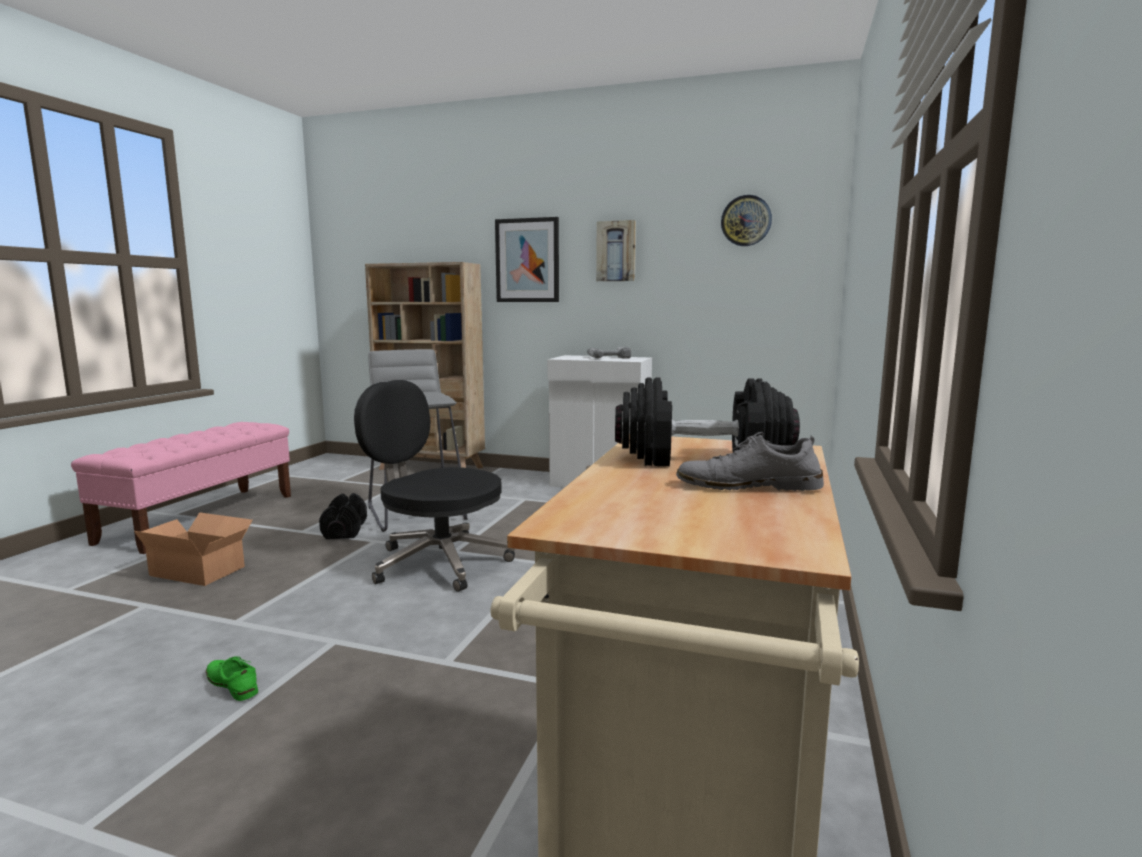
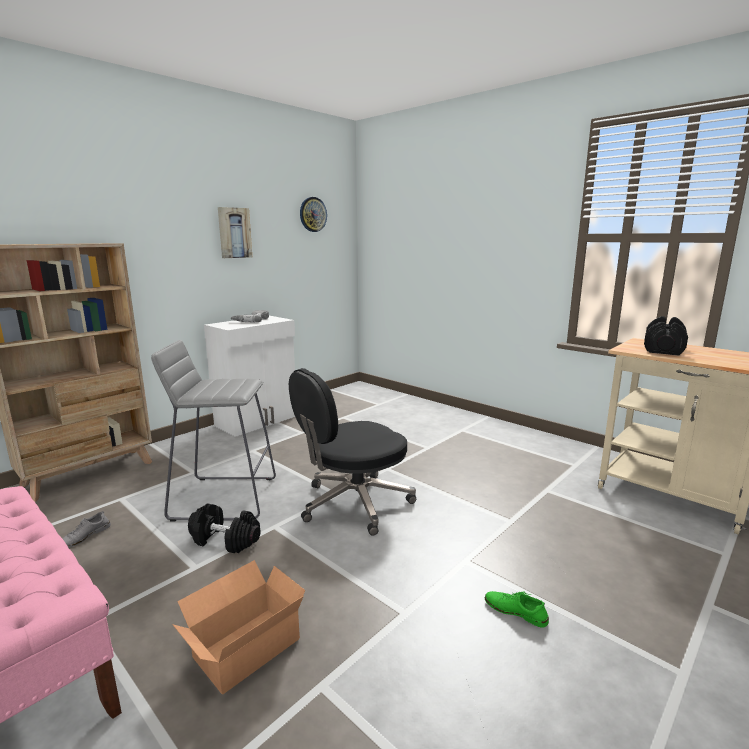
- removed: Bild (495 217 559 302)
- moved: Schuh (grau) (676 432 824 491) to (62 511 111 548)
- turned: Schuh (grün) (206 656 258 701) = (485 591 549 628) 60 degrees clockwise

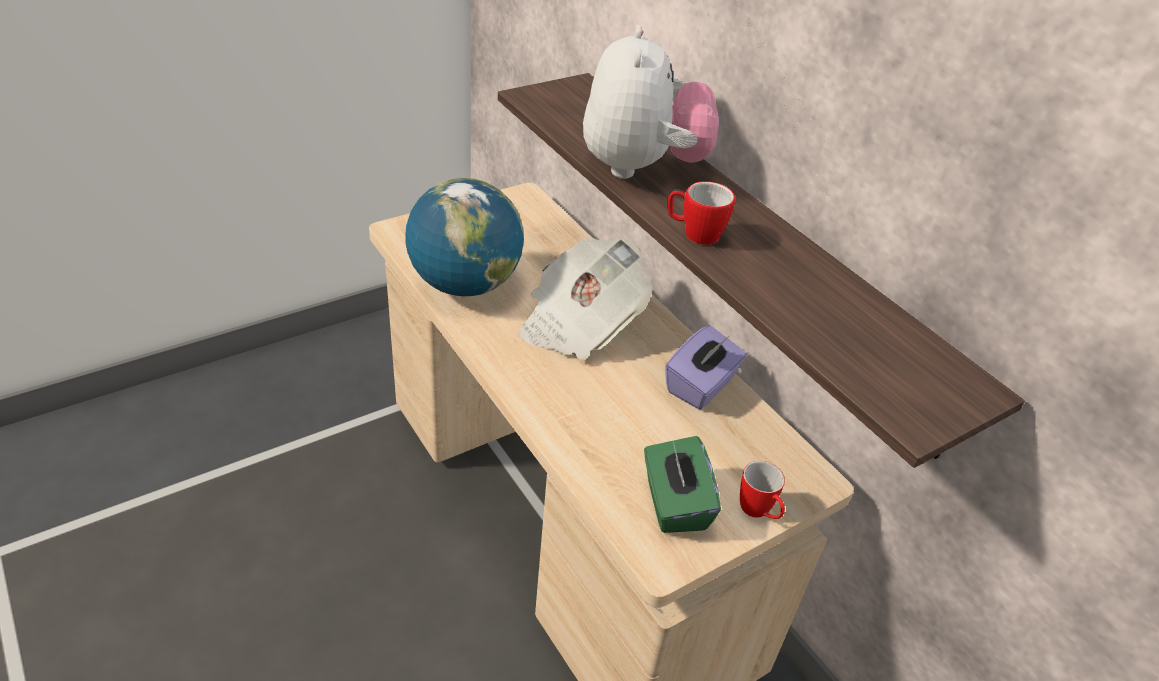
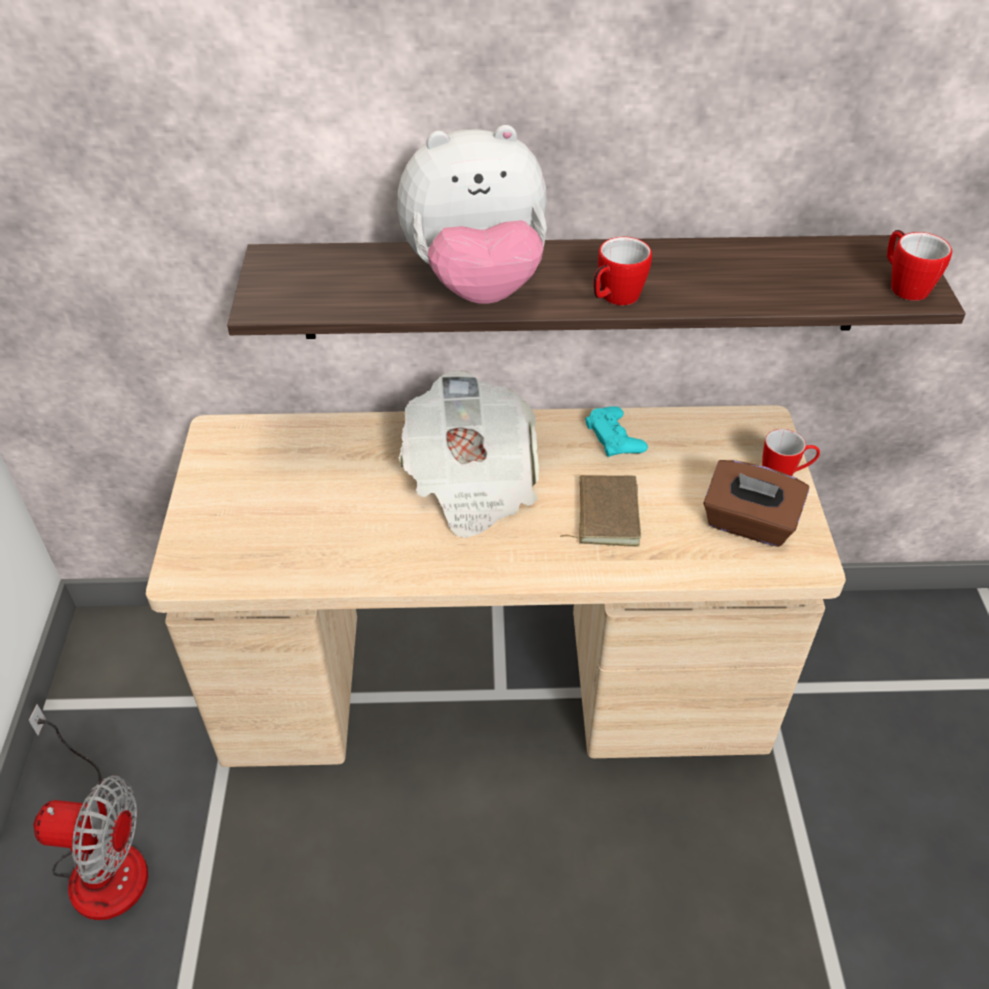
- removed: Globus (405 178 524 296)
- added: Ventilator (29 704 148 920)
- added: Buch (braun) (560 475 641 547)
- added: Henkelbecher (887 230 952 301)
- replaced: Taschentuchbox (lila) (665 325 747 410) to Gamepad (türkis) (585 406 648 457)
- recoloured: Taschentuchbox (grün) (644 436 721 533) to Taschentuchbox (braun) (704 460 809 547)
- turned: Plüschtier (583 25 719 179) = (397 125 547 304) 135 degrees clockwise

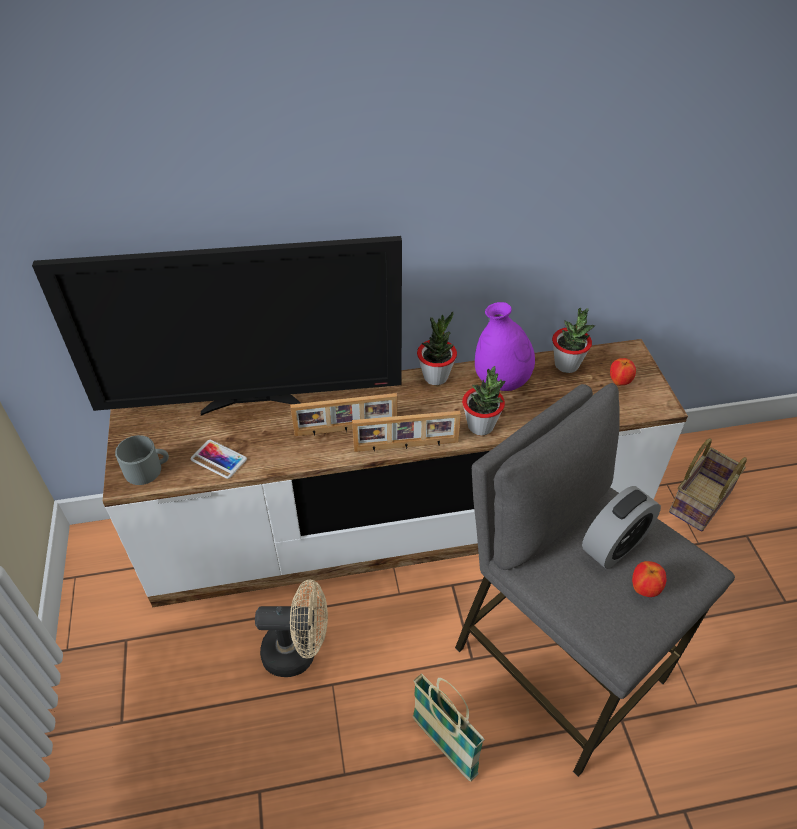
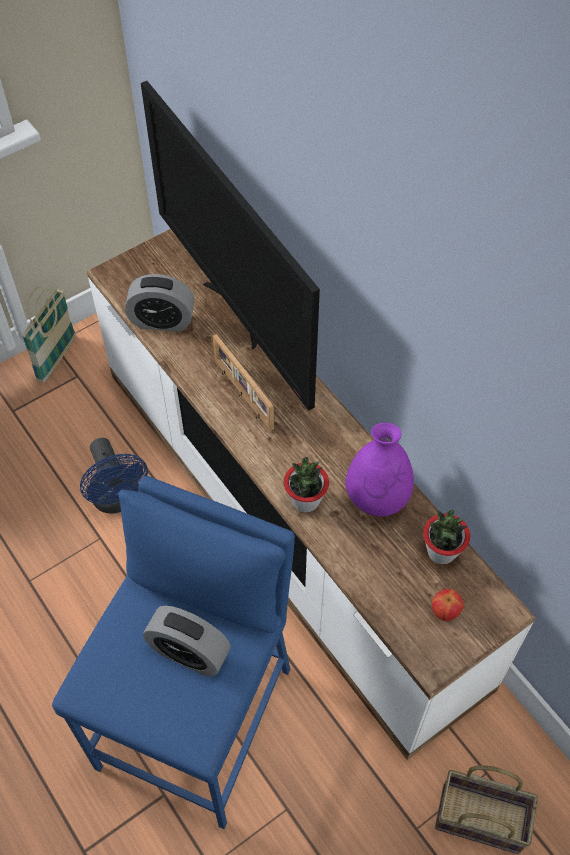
- removed: Henkelbecher (grau) (115 435 169 485)
- removed: Bilderrahmen (352 411 461 452)
- removed: Topfpflanze (417 311 457 385)
- removed: Apfel (632 561 667 597)
- moved: Korb (412 674 485 782) to (22 285 76 383)
- replaced: Handy (190 440 247 479) to Wecker (125 274 194 331)
- recoloured: Ventilator (beige) (255 579 328 677) to Ventilator (blau) (80 438 148 514)
- recoloured: Hocker (grau) (455 383 735 777) to Hocker (blau) (52 476 295 829)

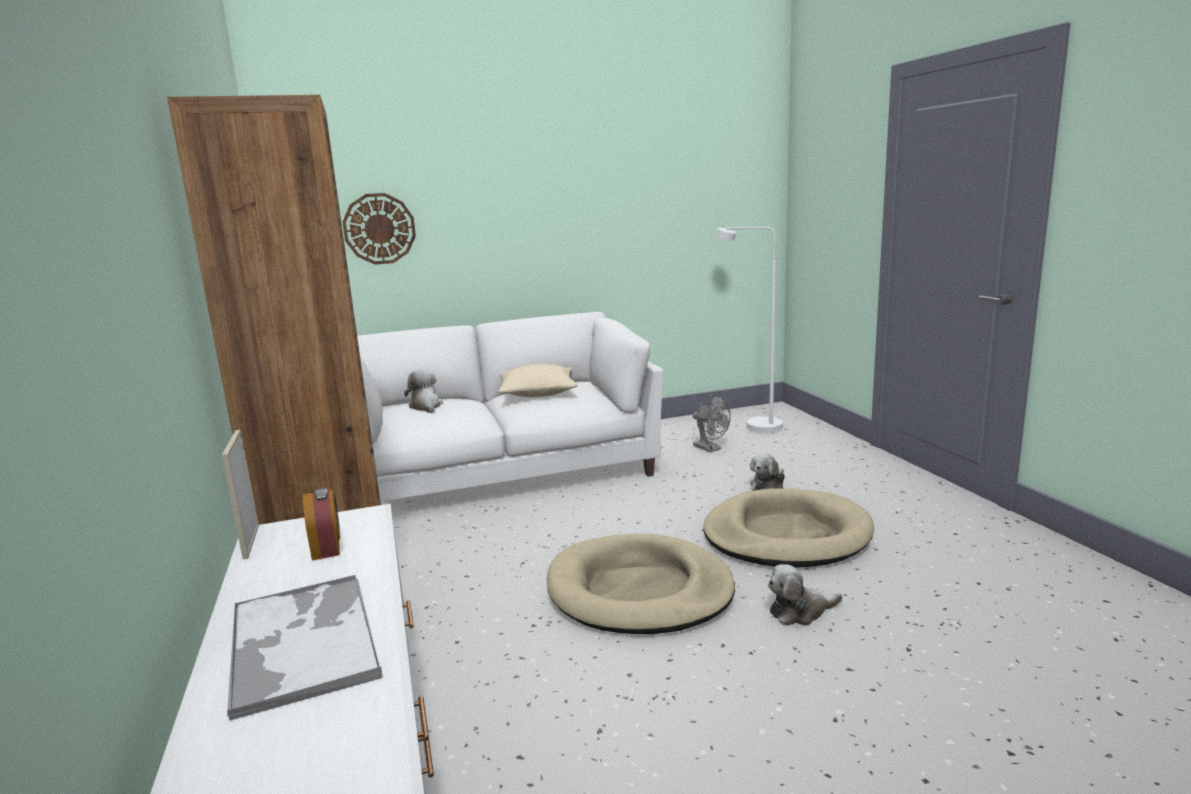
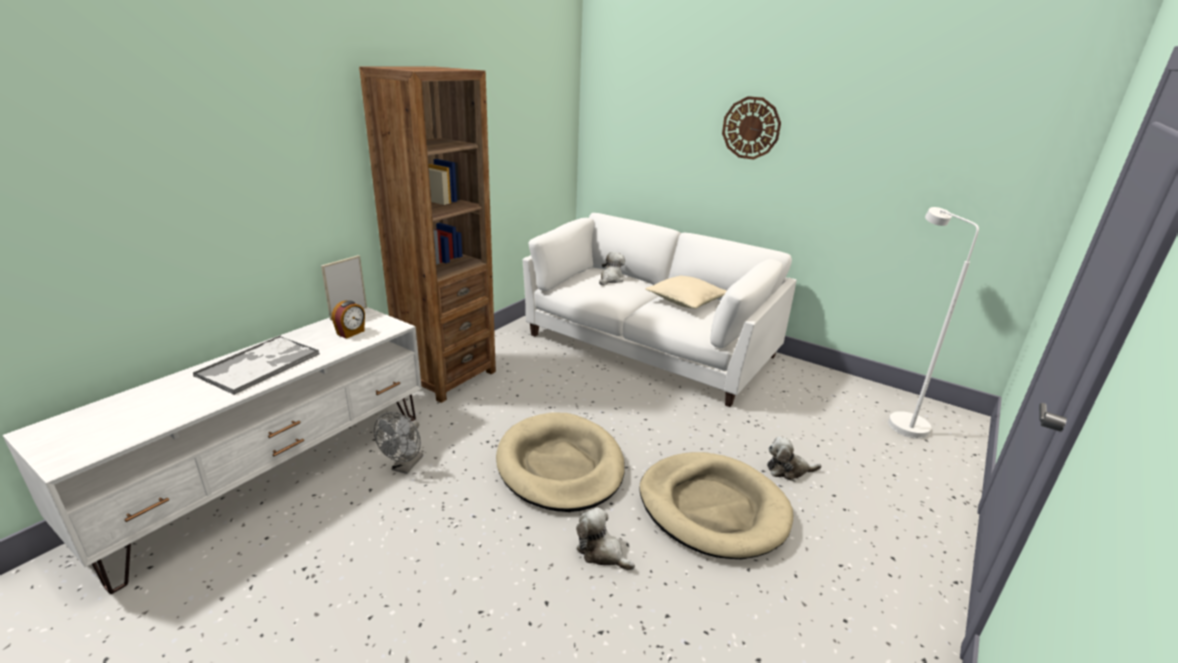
- moved: Wanduhr (343 193 416 265) to (722 96 781 160)
- moved: Ventilator (grau) (693 394 731 452) to (374 412 423 474)

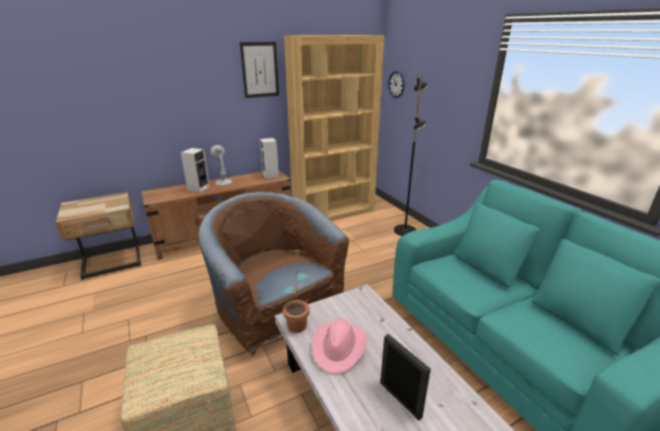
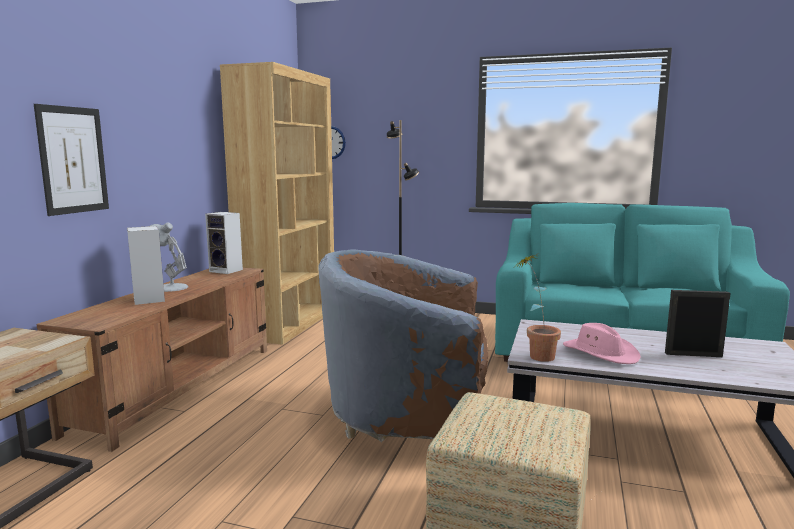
- moved: Bild (240 42 279 98) to (34 104 109 216)

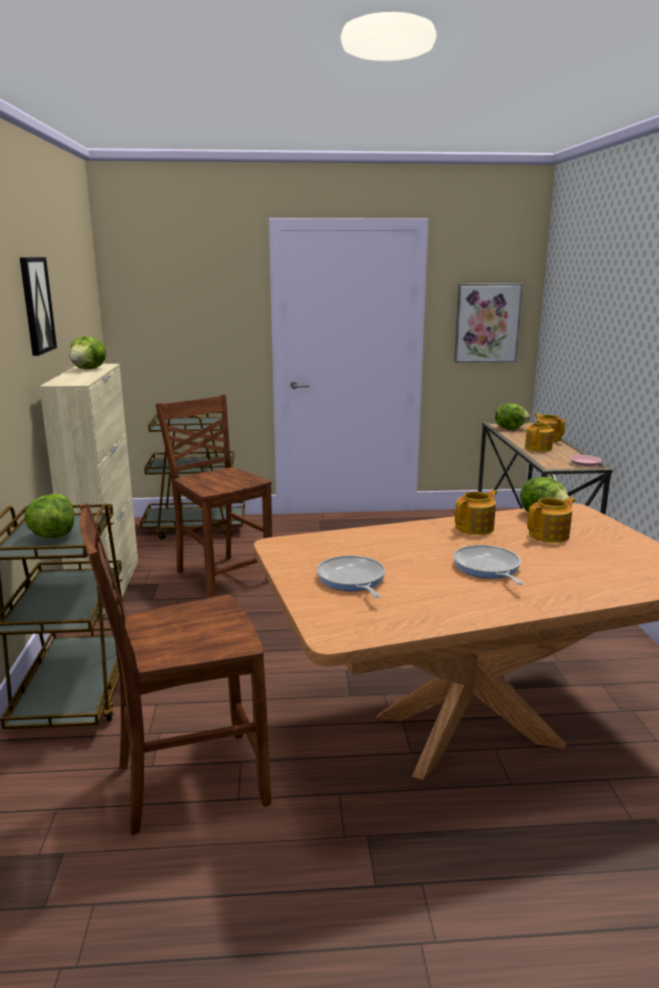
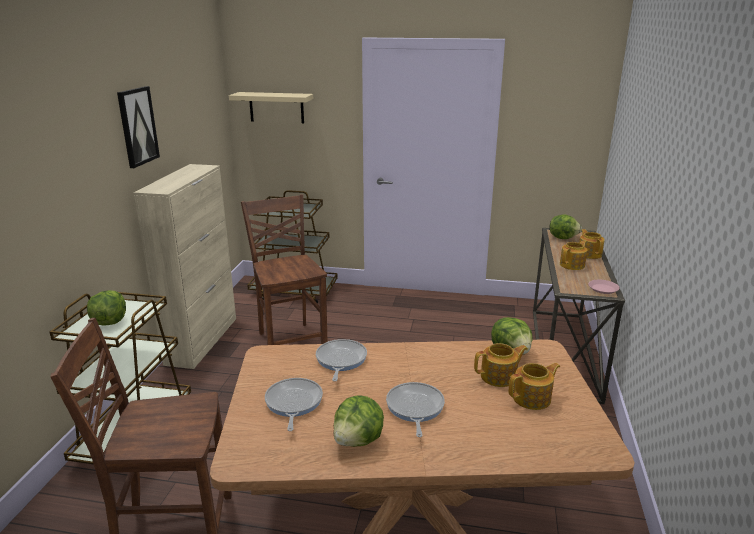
- removed: Bild (454 284 523 363)
- added: Wandregal (beige) (229 92 313 123)
- added: Pfanne (316 339 367 381)
- moved: Salatkopf (69 336 107 369) to (334 396 384 447)
- moved: Teekanne (455 490 497 535) to (509 363 560 410)

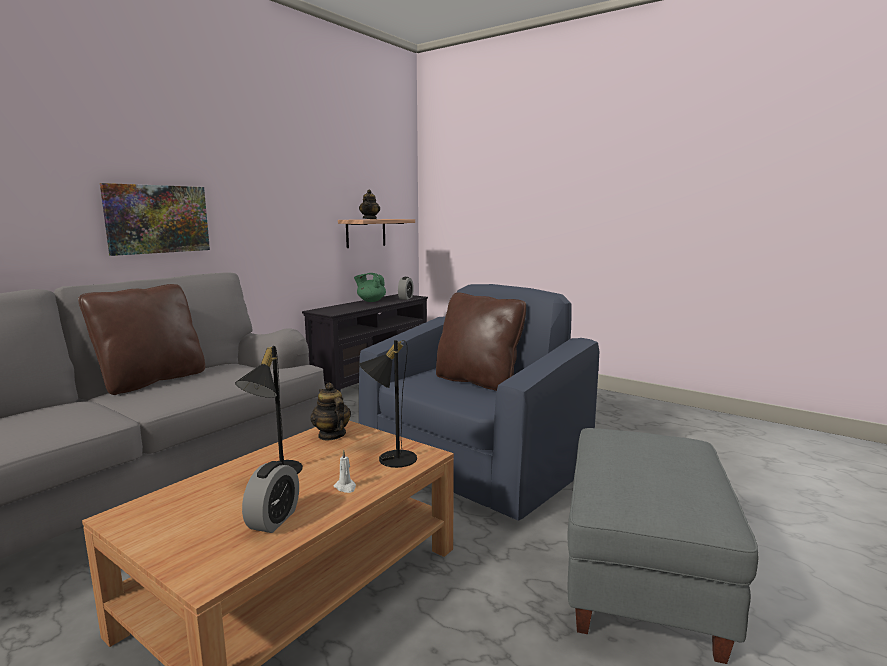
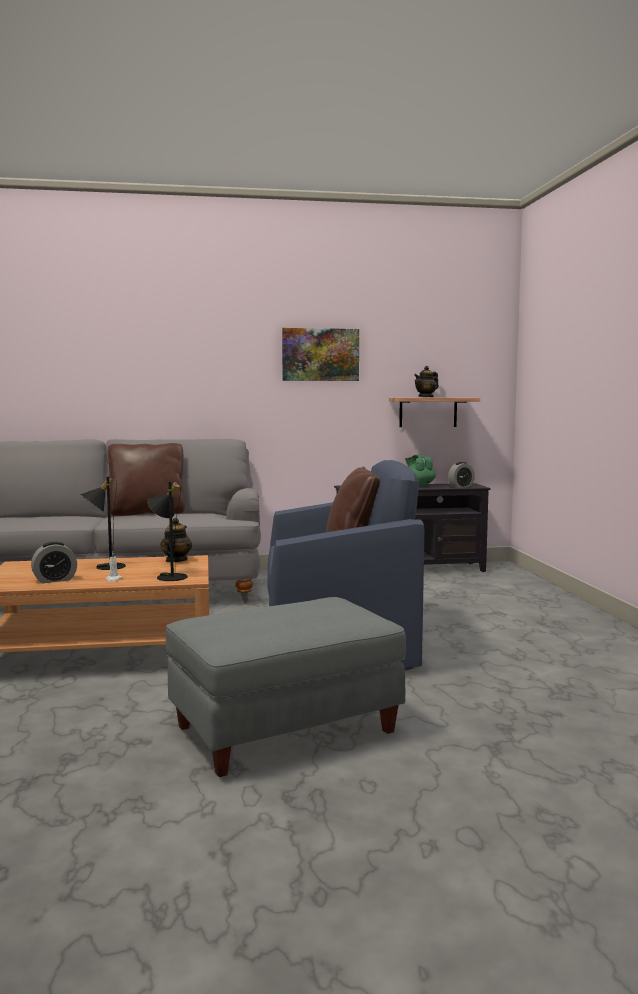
- moved: Bild (100 183 210 256) to (282 328 359 381)

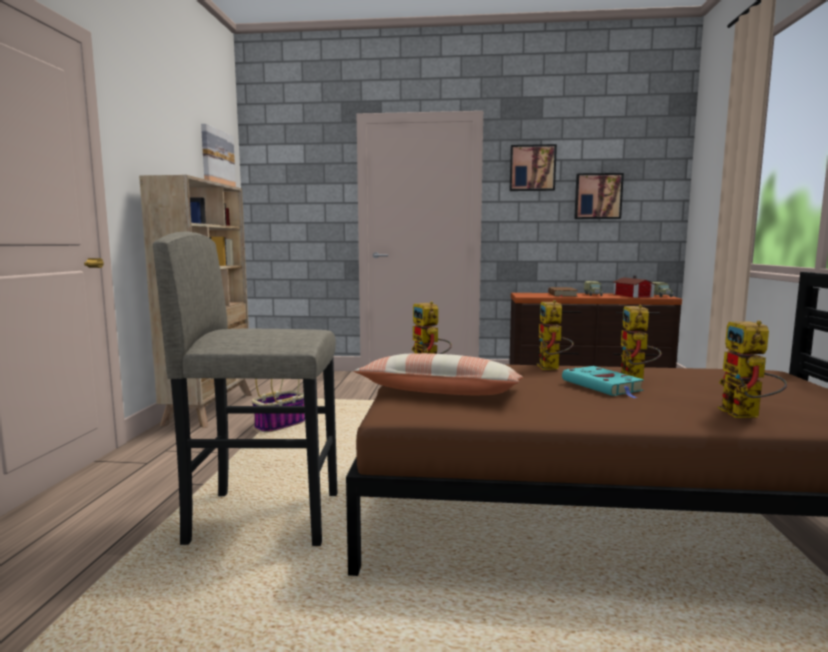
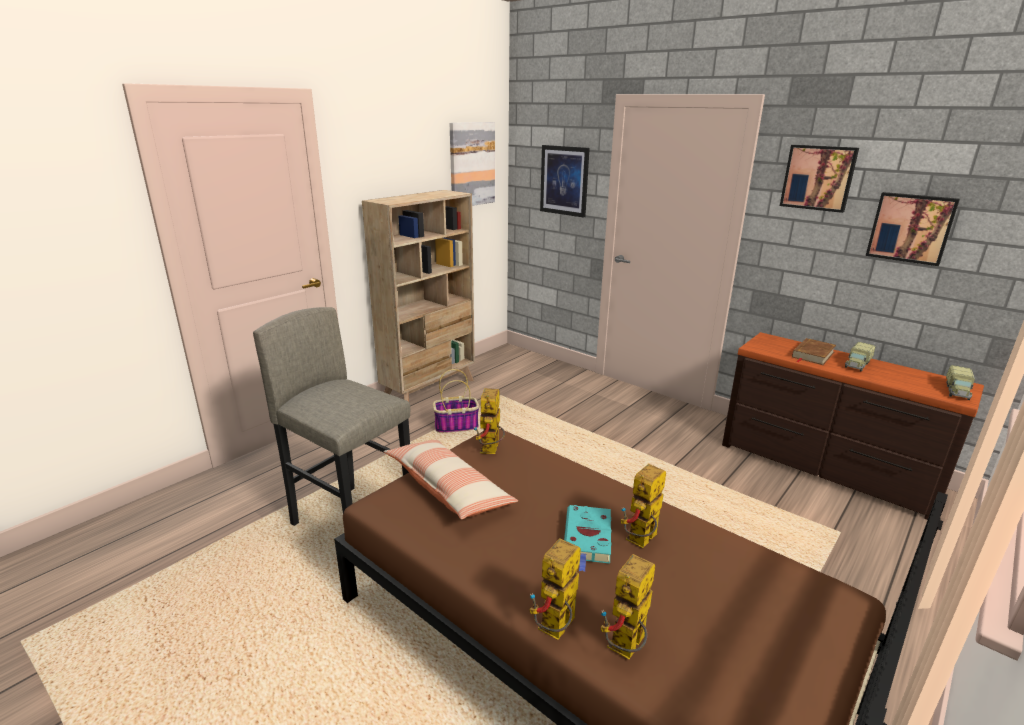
- removed: Spielzeughaus (613 276 657 298)
- added: Bild (540 145 590 218)
- moved: Spielzeugroboter (537 300 573 370) to (529 538 581 640)

